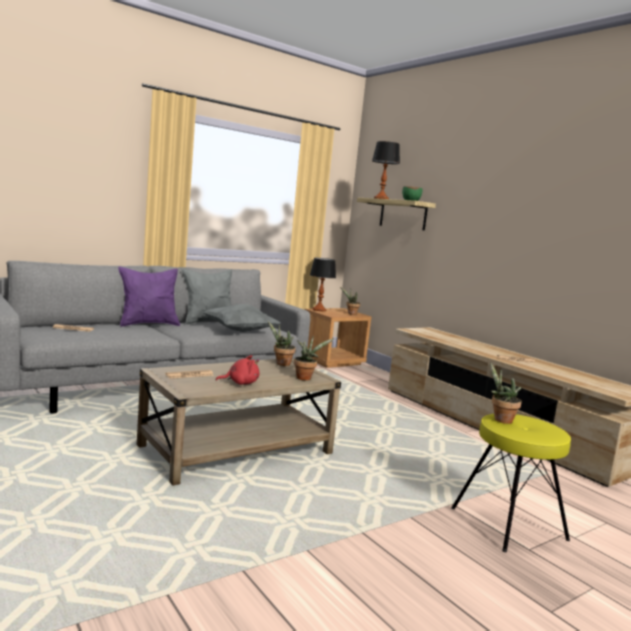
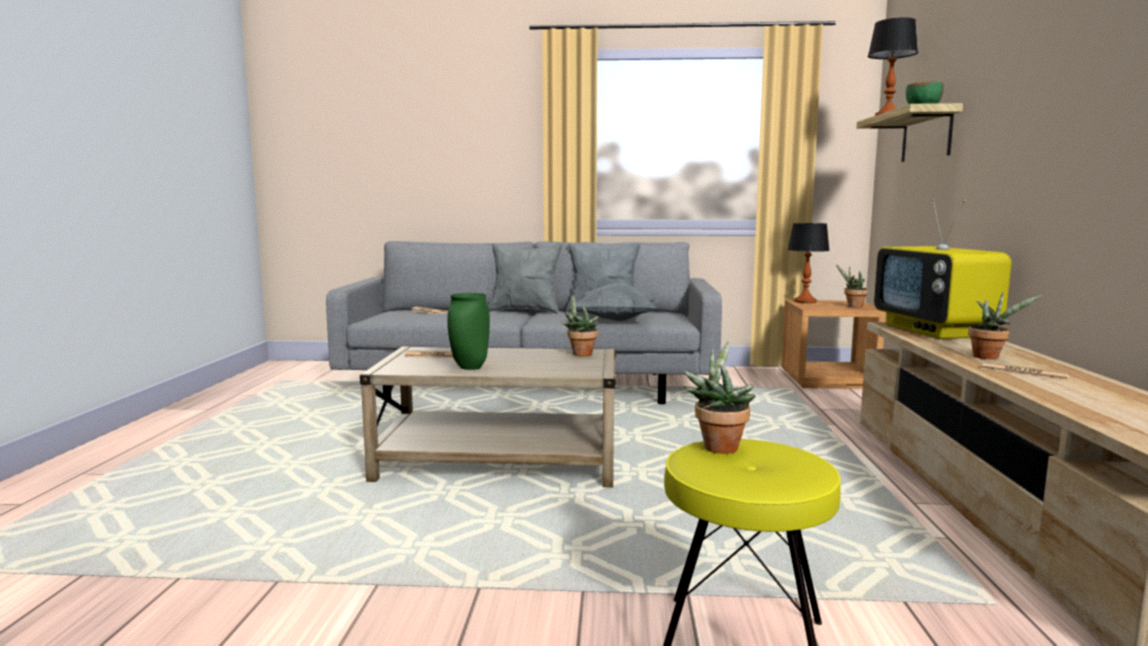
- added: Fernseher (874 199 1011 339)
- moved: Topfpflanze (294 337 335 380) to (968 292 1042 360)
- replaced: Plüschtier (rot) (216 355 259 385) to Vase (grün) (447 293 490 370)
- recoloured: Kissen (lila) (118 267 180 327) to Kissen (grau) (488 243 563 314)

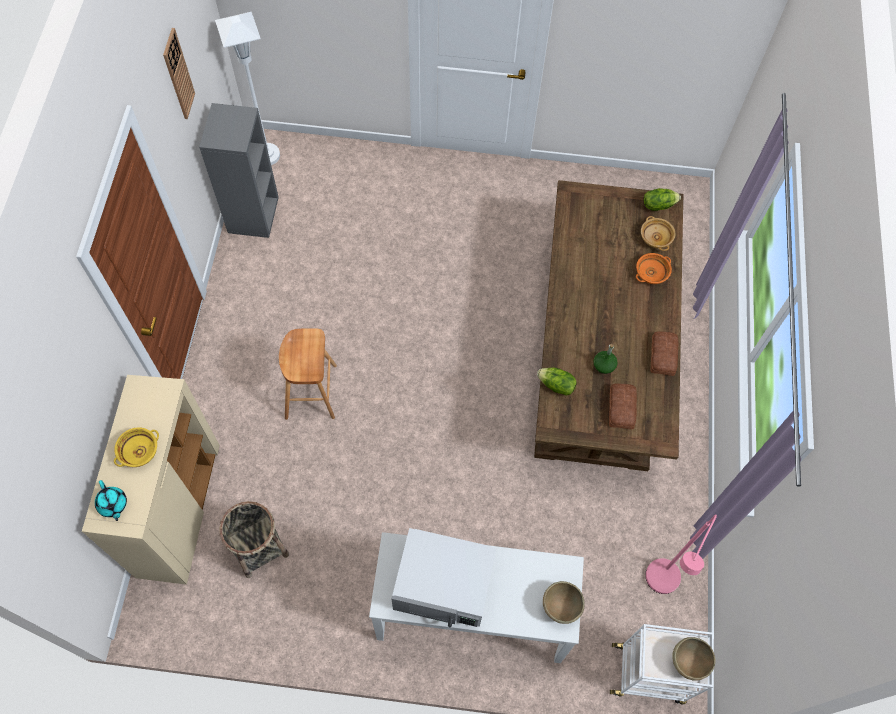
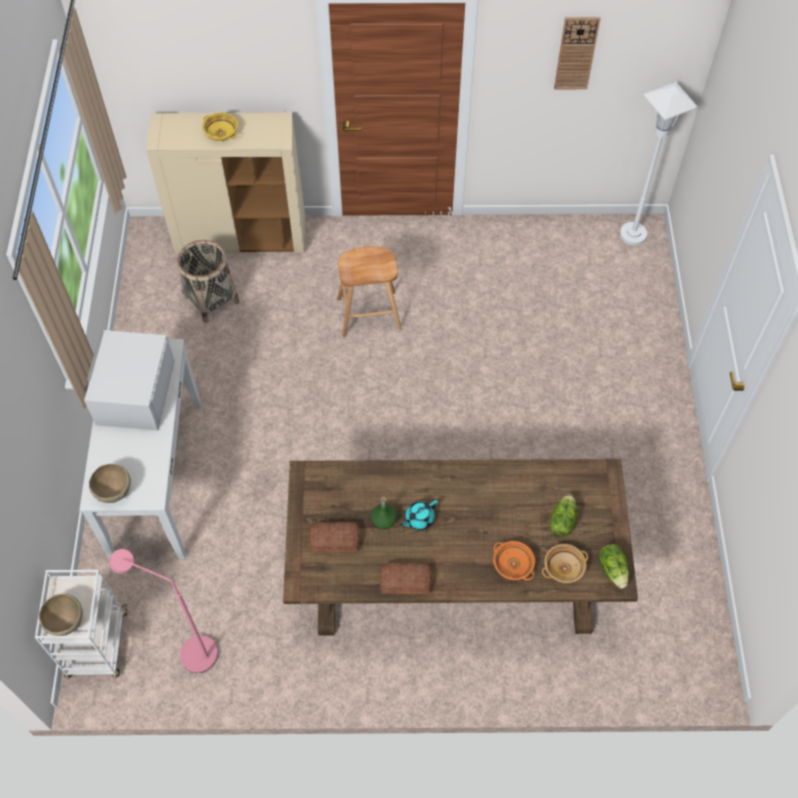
- removed: Bücherregal (grau) (199 103 279 238)
- moved: Teekanne (türkis) (95 480 127 521) to (400 500 438 530)
- moved: Salatkopf (537 368 576 396) to (550 494 578 536)

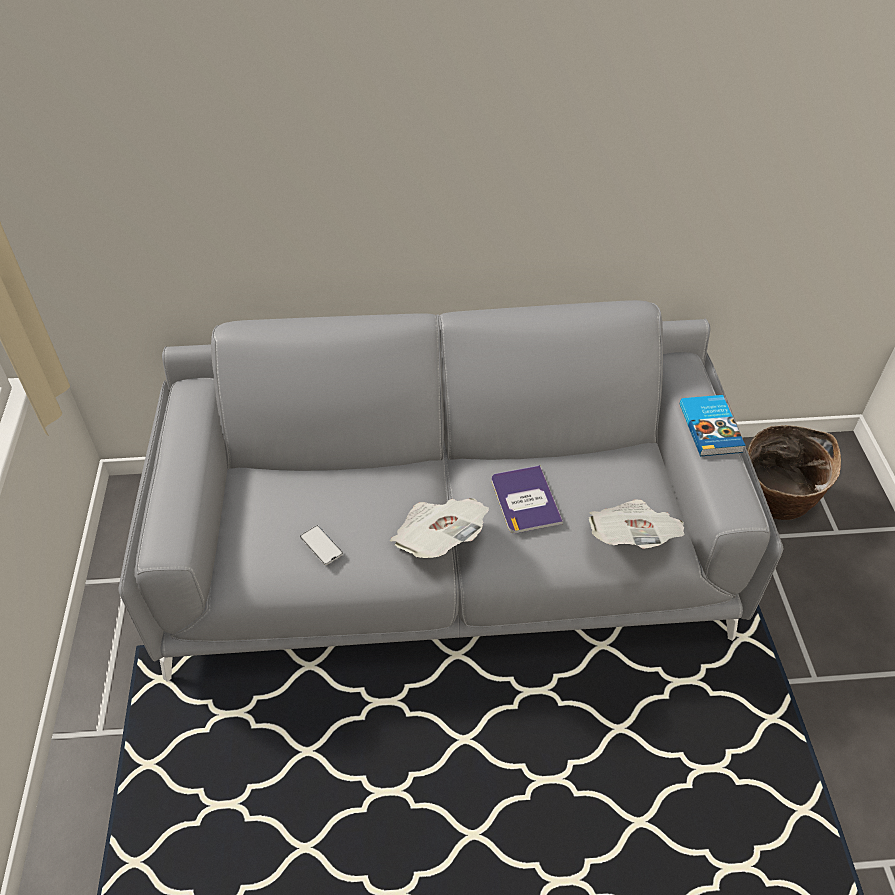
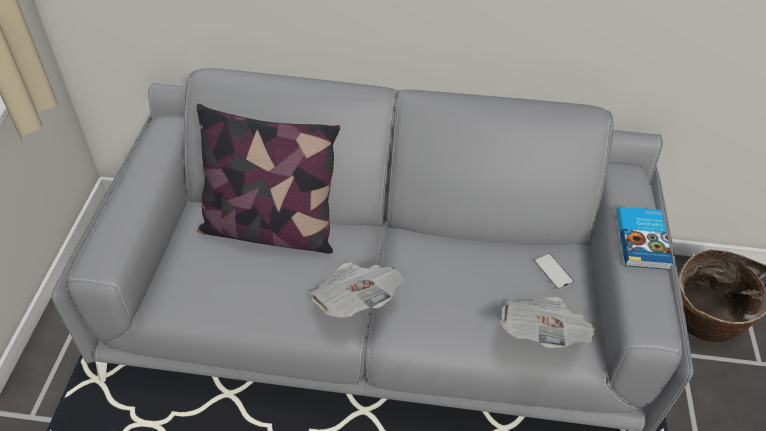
- removed: Buch (492 465 563 533)
- added: Kissen (197 104 340 254)
- moved: Handy (300 525 343 565) to (534 253 574 290)

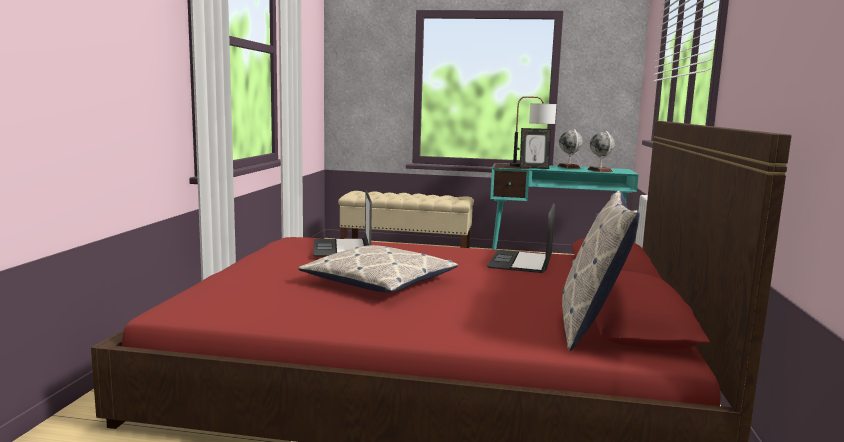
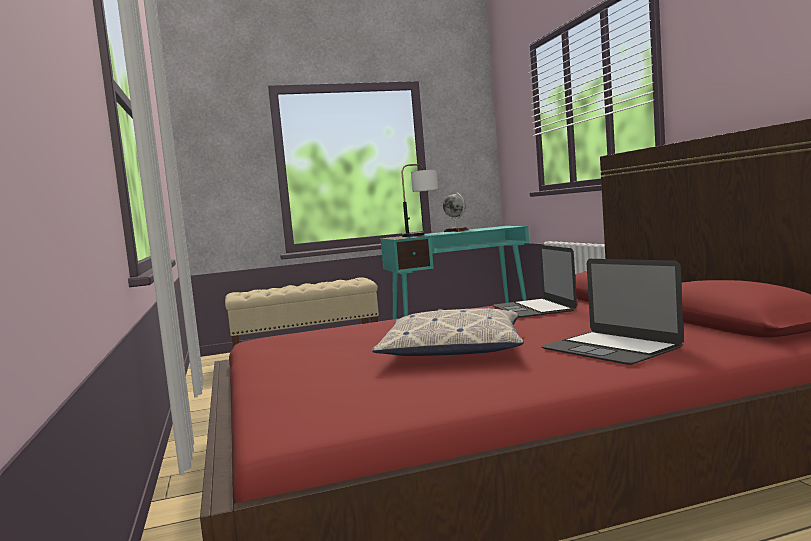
- removed: Bilderrahmen (520 128 551 169)
- removed: Kissen (562 191 640 351)
- removed: Globus (587 131 615 172)
- moved: Laptop (313 190 372 257) to (541 259 684 365)

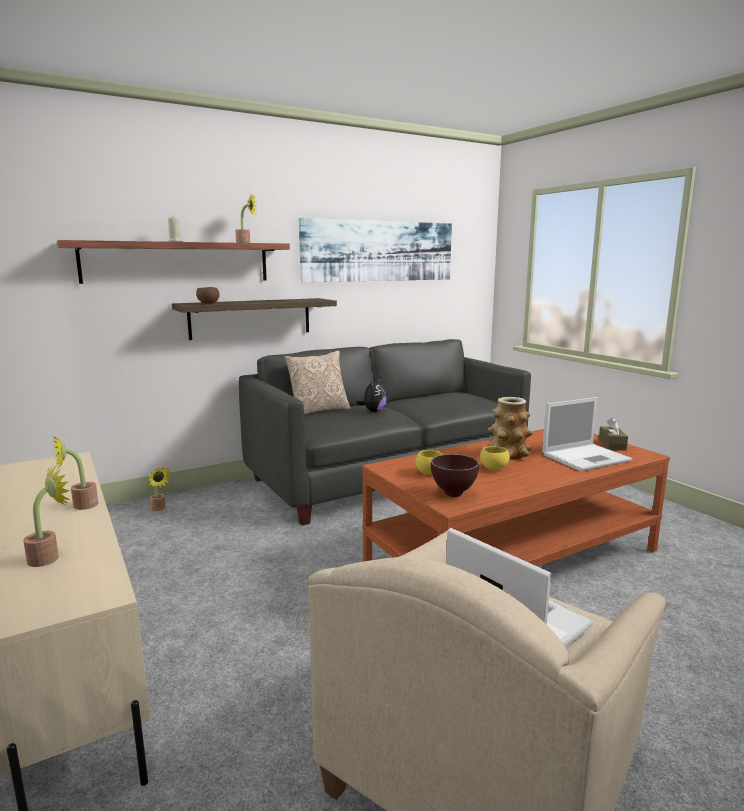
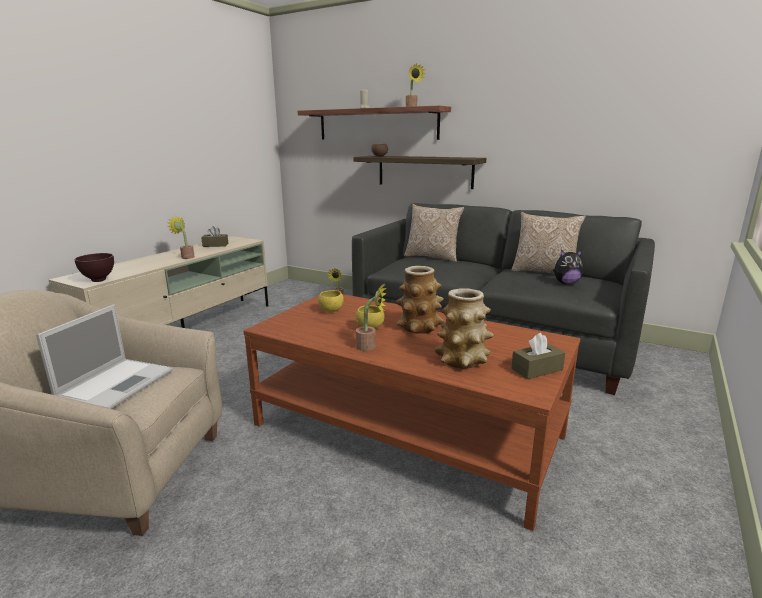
- removed: Bild (299 218 452 282)
- added: Taschentuchbox (braun) (201 226 229 247)
- added: Kissen (511 212 586 274)
- moved: Topfpflanze (23 466 70 567) to (356 284 387 351)
- moved: Plüschtier (356 378 387 412) to (553 250 584 284)
- moved: Schüssel (braun) (431 454 479 497) to (74 253 114 282)
- replaced: Laptop (542 397 632 471) to Vase (434 288 494 369)

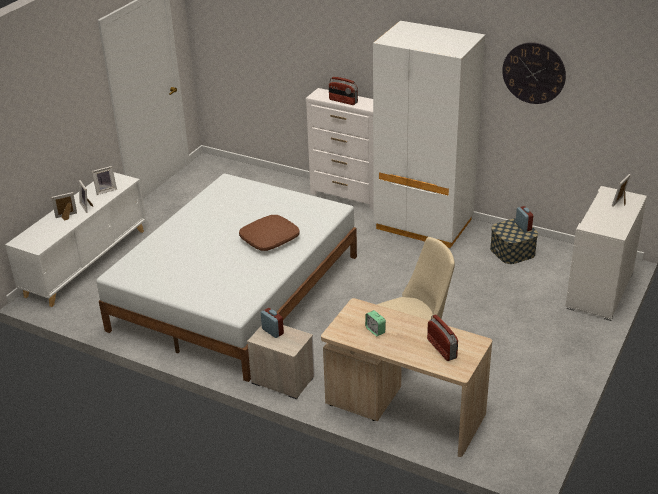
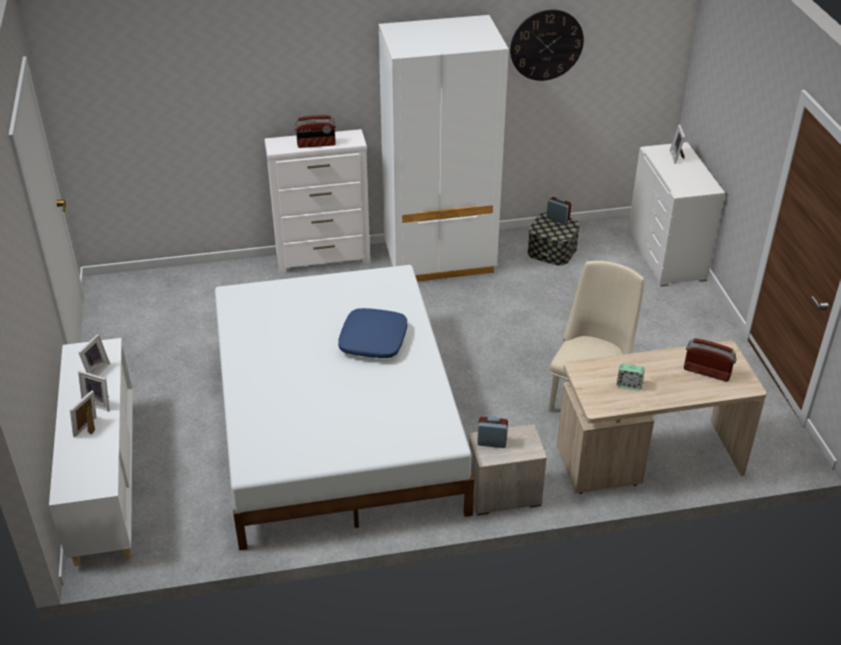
- recoloured: Kissen (braun) (239 215 300 251) to Kissen (blau) (338 308 407 358)

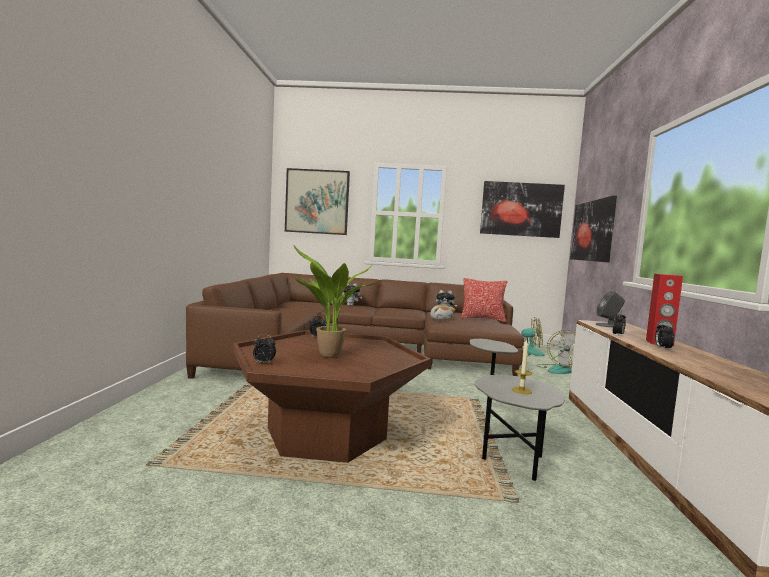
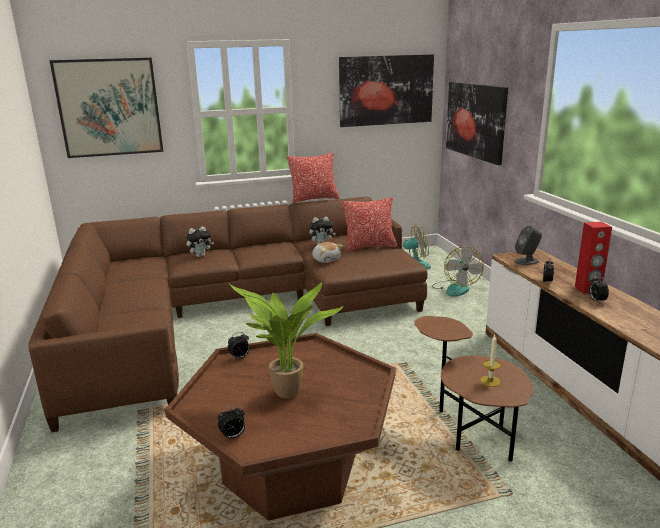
- added: Kissen (287 153 339 203)
- recoloured: Beistelltisch (grau) (470 339 565 481) to Beistelltisch (braun) (414 316 534 462)

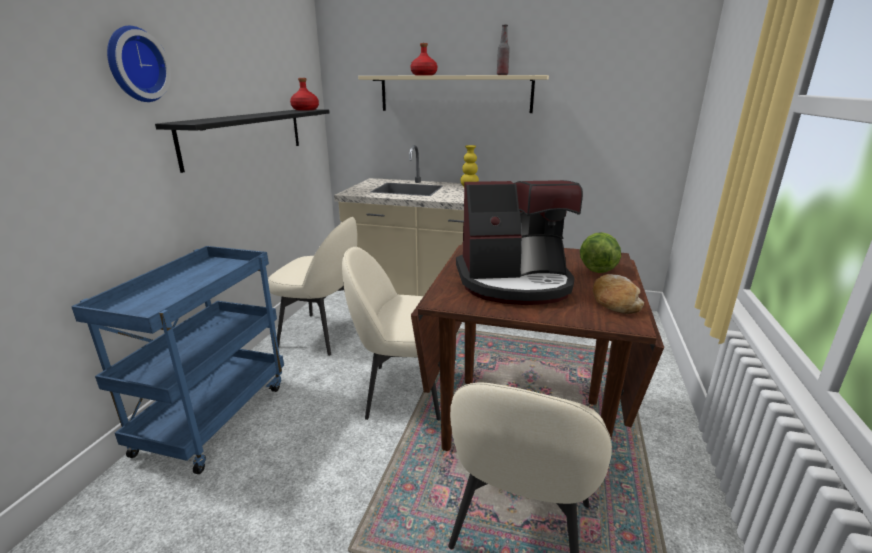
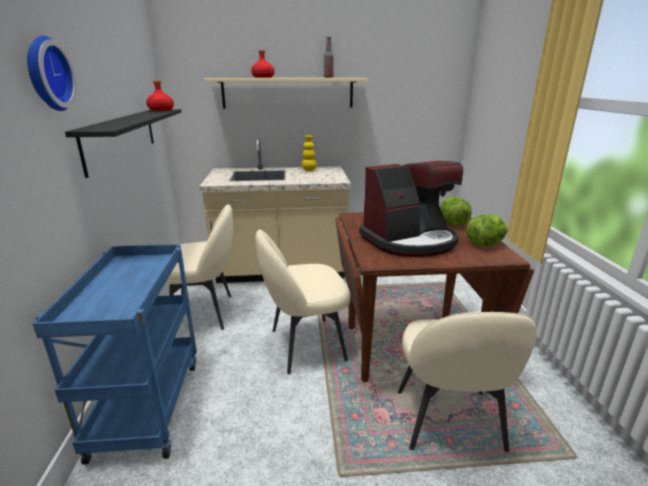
- replaced: Brot (593 274 644 314) to Salatkopf (466 214 508 247)

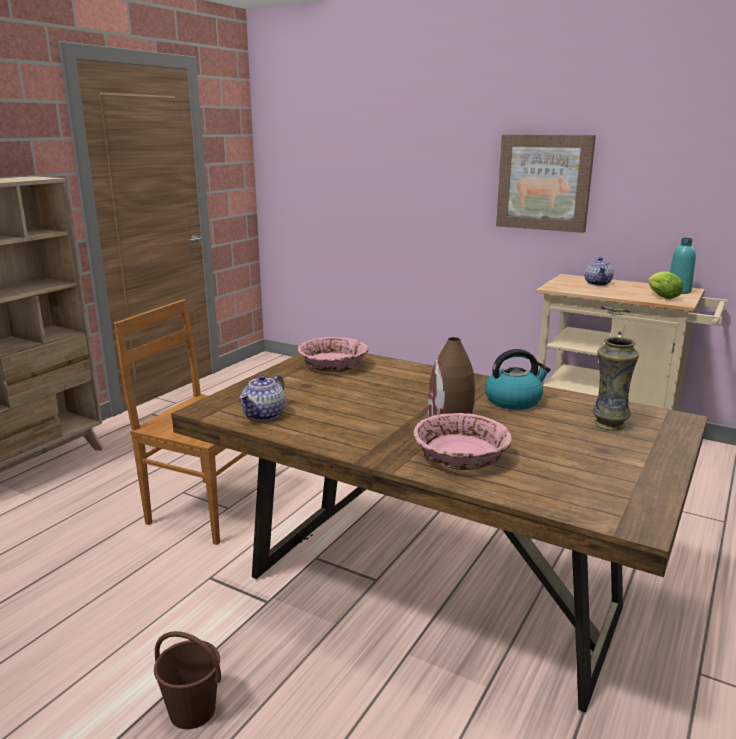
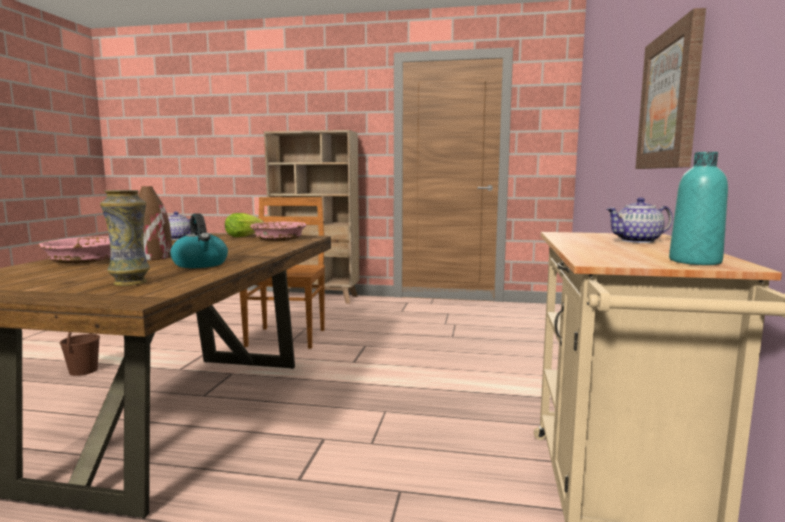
- moved: Salatkopf (648 271 683 299) to (225 213 264 237)

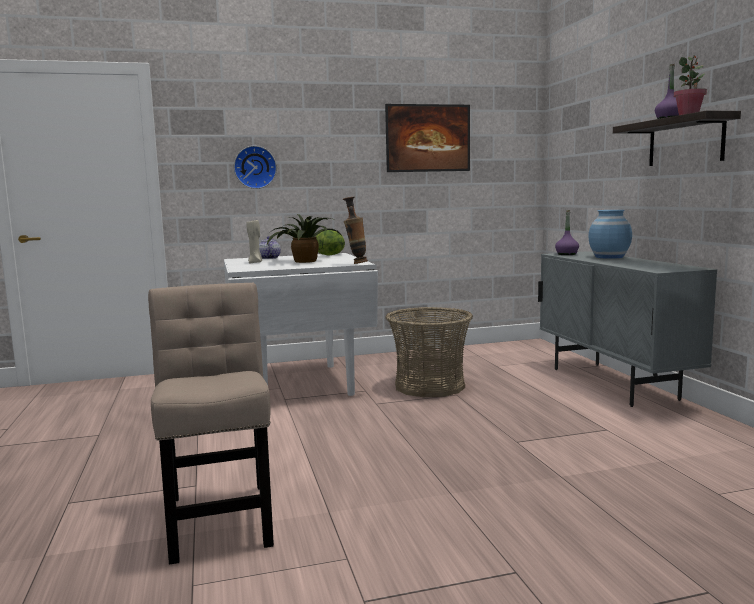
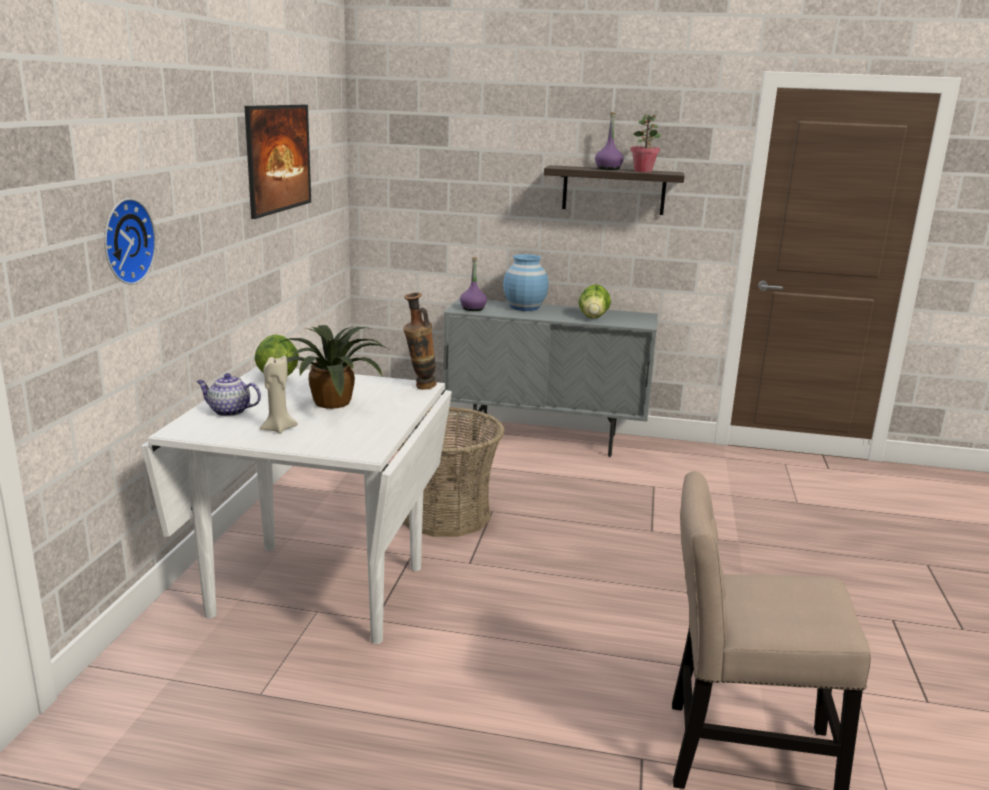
- added: Salatkopf (579 284 611 319)

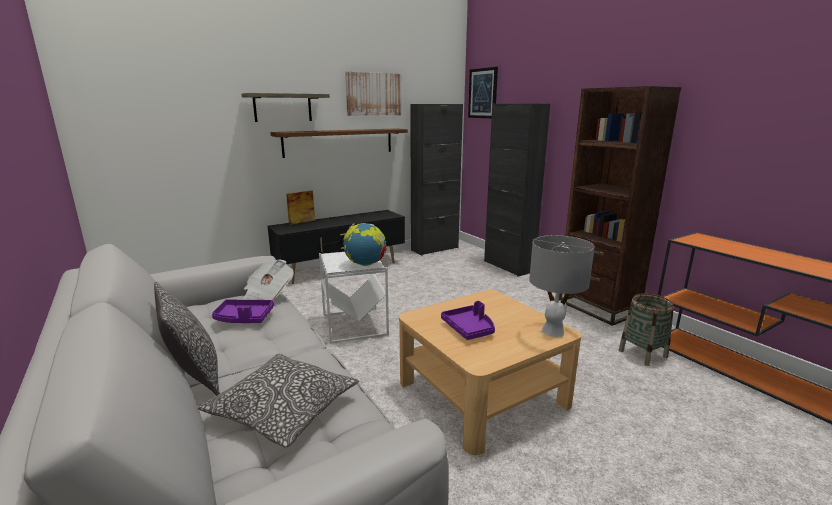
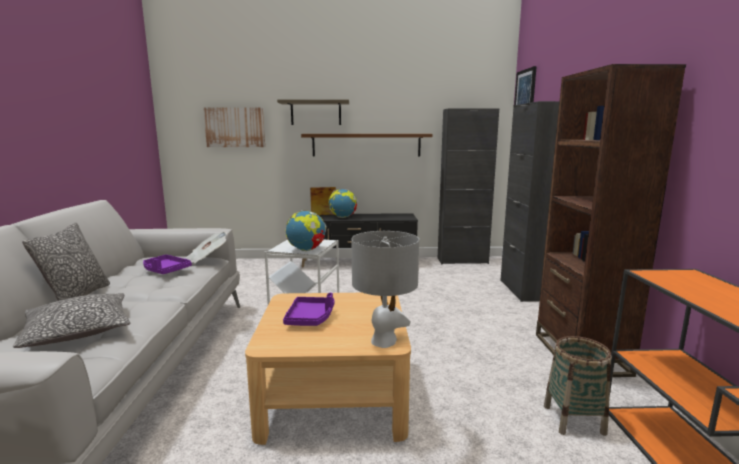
- added: Globus (328 189 357 218)
- moved: Bild (345 72 402 116) to (203 107 265 147)

